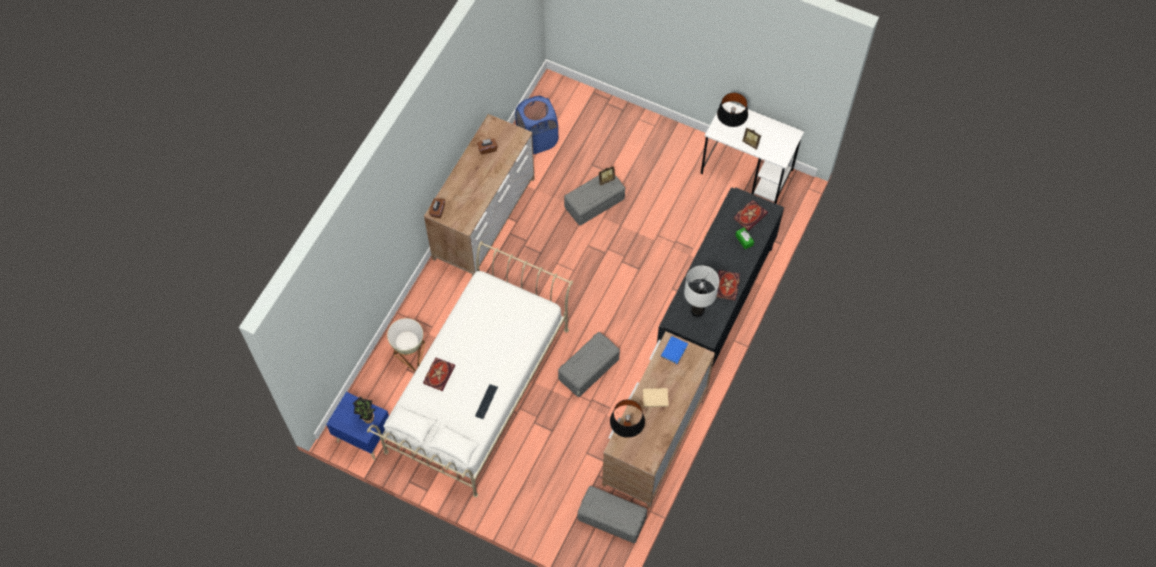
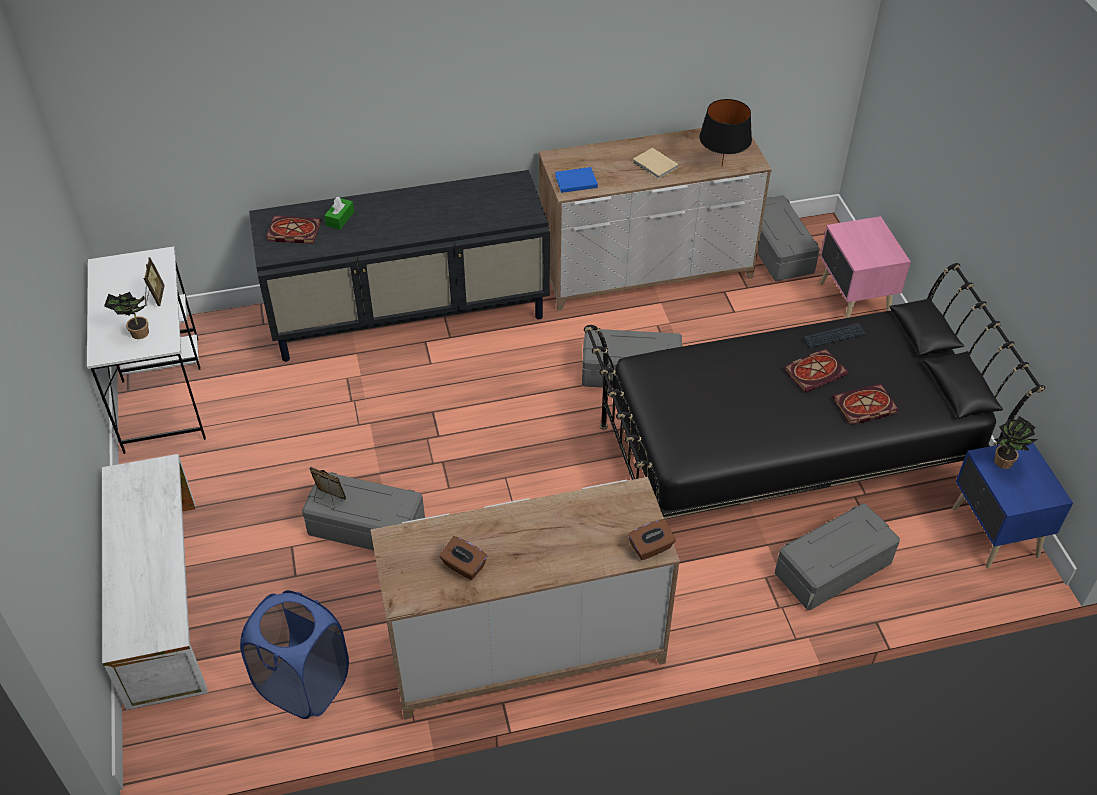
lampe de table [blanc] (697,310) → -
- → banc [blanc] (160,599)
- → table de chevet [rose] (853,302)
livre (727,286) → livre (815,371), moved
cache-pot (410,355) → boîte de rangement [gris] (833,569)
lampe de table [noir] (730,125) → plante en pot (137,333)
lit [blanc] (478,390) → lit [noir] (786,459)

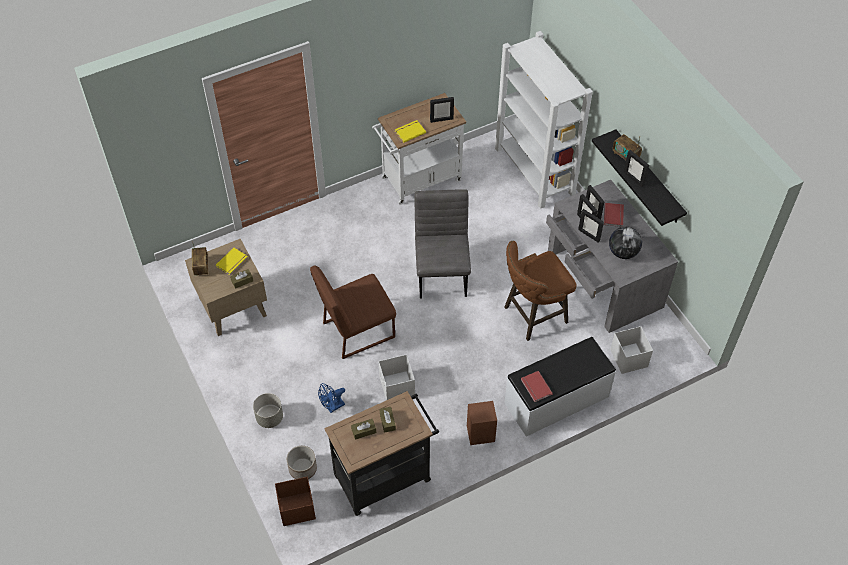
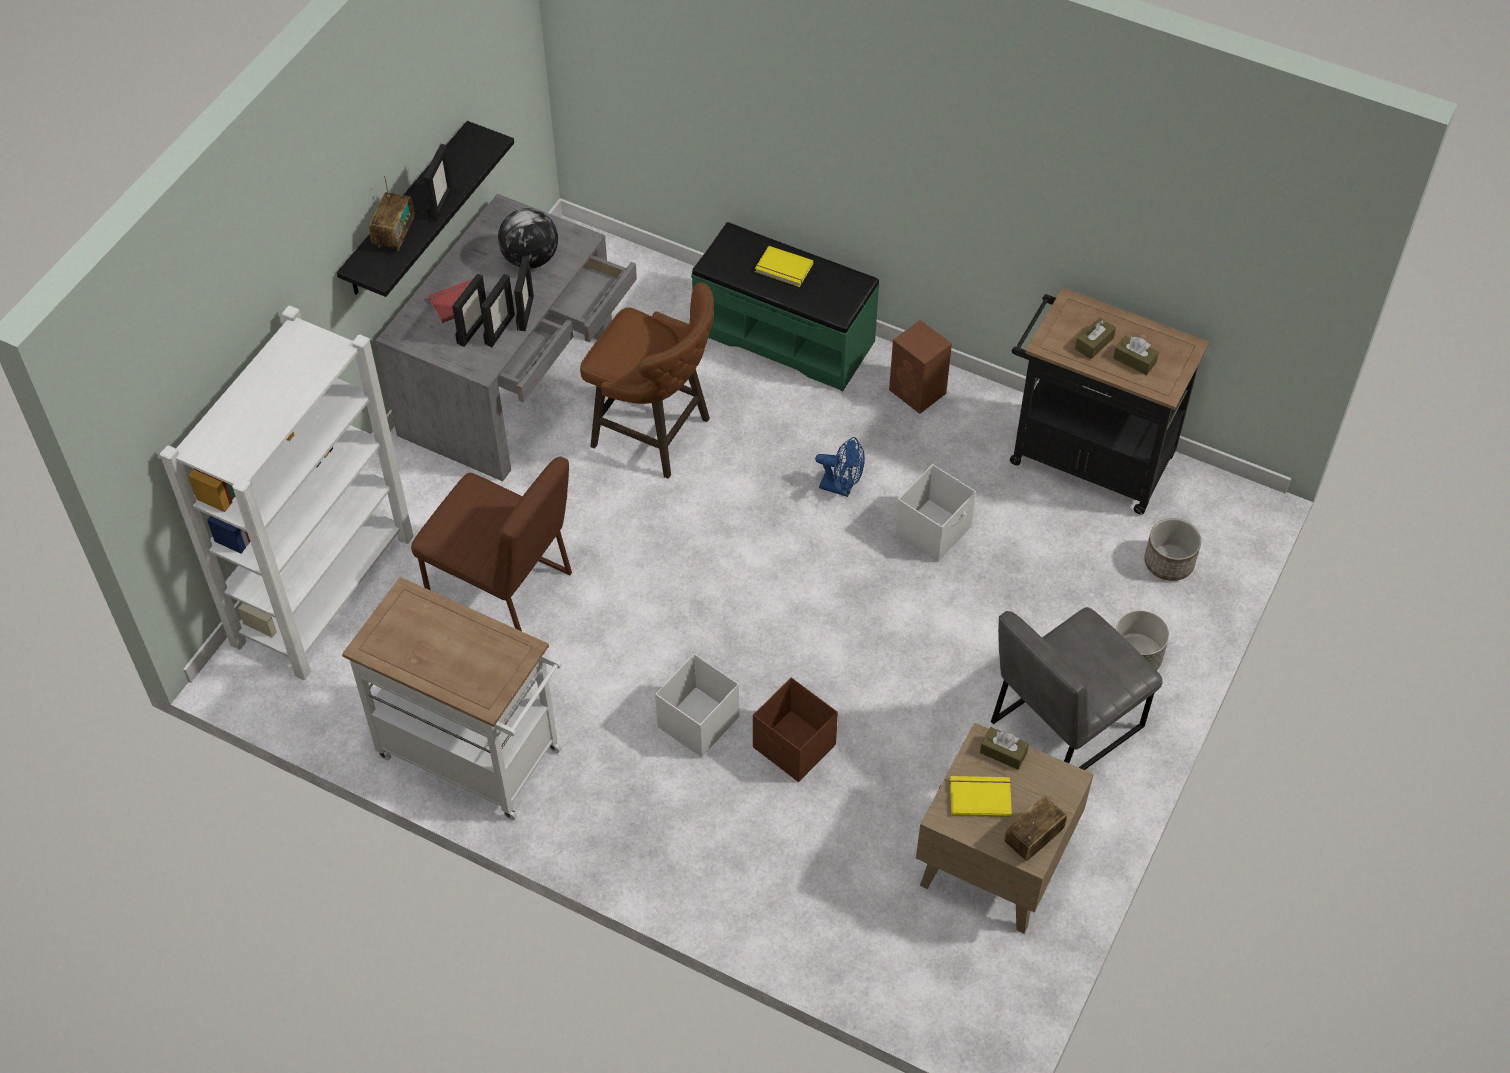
cadre photo (441,119) → -
livre [rouge] (535,387) → -
boîte de rangement [marron] (296,508) → boîte de rangement [marron] (794,747), moved
chaise [marron] (356,330) → chaise [marron] (502,587), moved
ventilateur [bleu] (332,407) → ventilateur [bleu] (841,487), moved
livre [jaune] (409,131) → livre [jaune] (783,269), moved
chaise [gris] (442,273) → chaise [gris] (1063,725), moved
boîte de rangement [blanc] (629,358) → boîte de rangement [blanc] (697,722), moved
banc [blanc] (557,400) → banc [vert] (785,336)

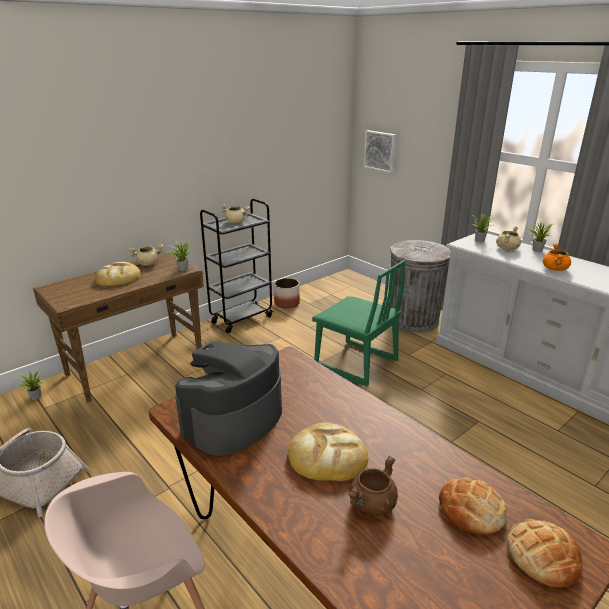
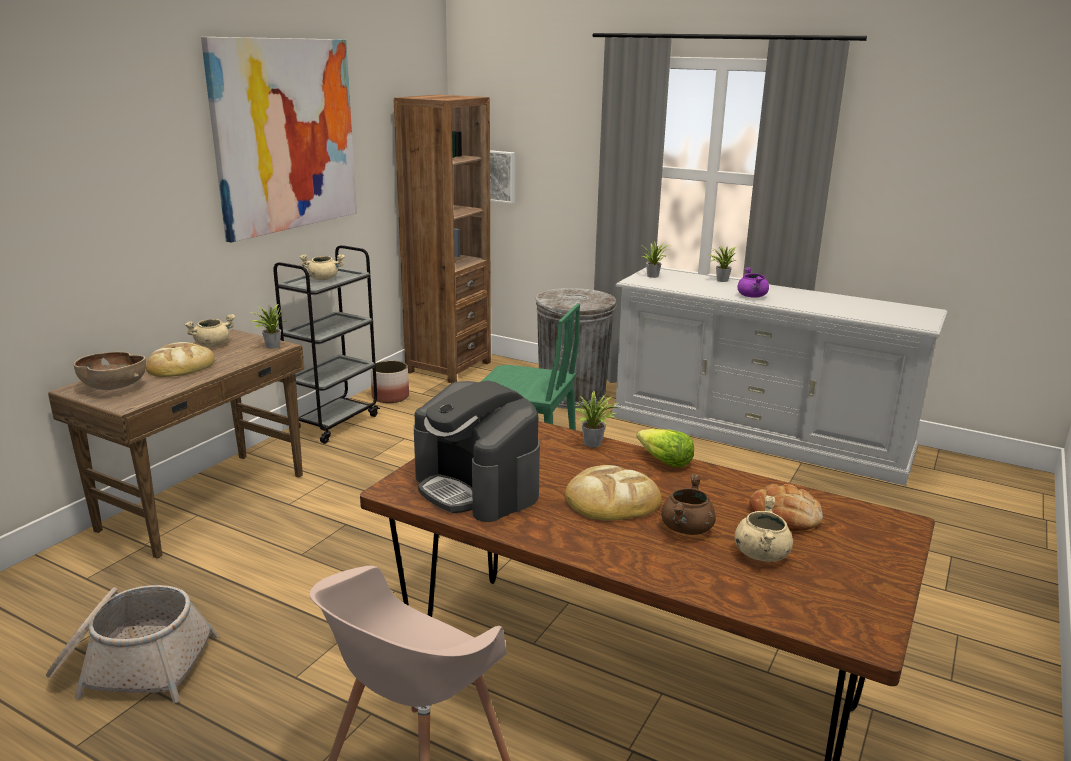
pain (543,556) → -
- → bol [marron] (113,387)
- → tableau (285,135)
- → bibliothèque [marron] (448,367)
- → laitue (664,461)
plante en pot (36,397) → plante en pot (594,444), moved
marmite [beige] (507,248) → marmite [beige] (761,553), moved
marmite [orange] (555,269) → marmite [violet] (752,296)
machine à café (233,420) → machine à café (477,487), 60 degrees counterclockwise

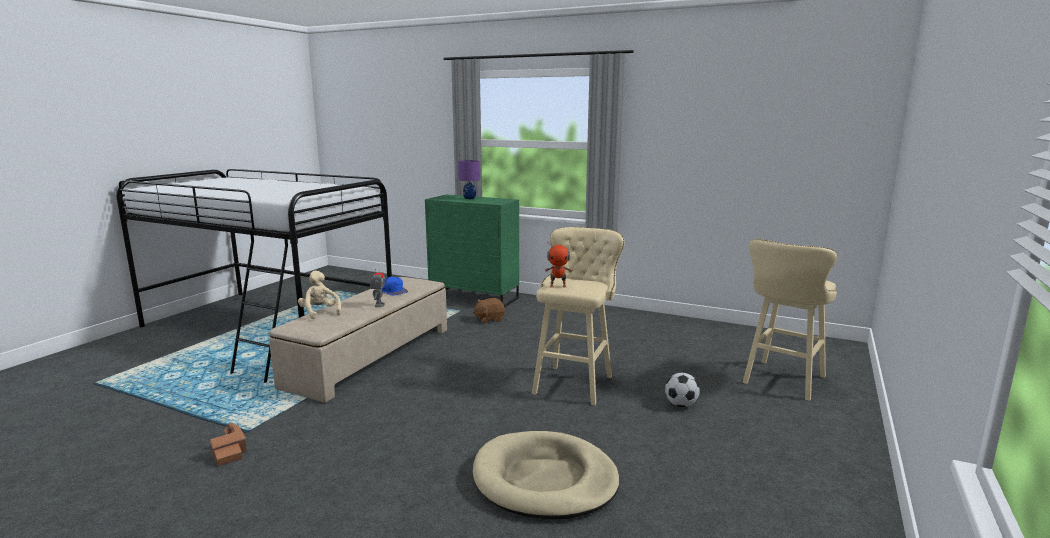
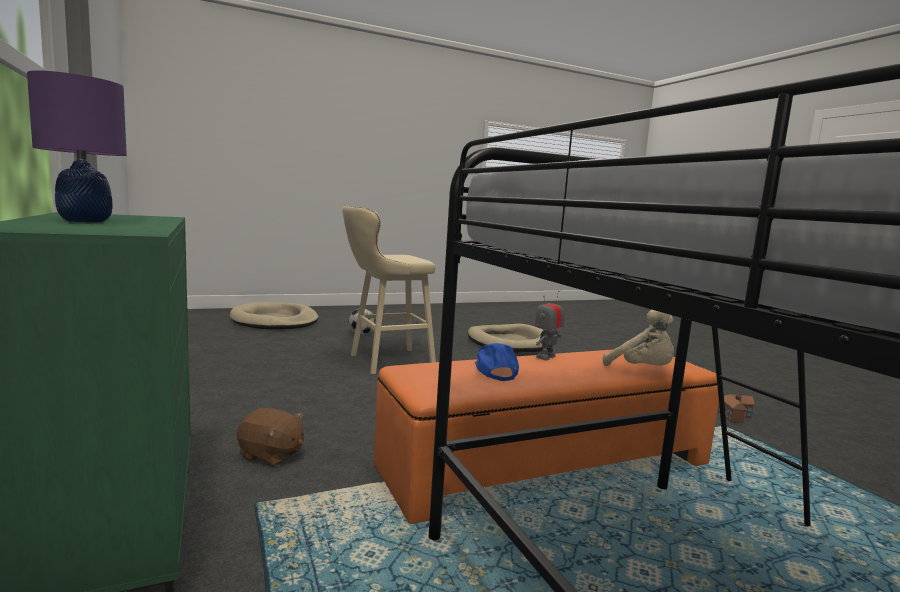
robot jouet (558,286) → -
tabouret [beige] (781,383) → panier pour chien [beige] (274,321)
banc [beige] (371,356) → banc [orange] (547,465)
peluche [beige] (320,312) → peluche [beige] (643,370), 45 degrees counterclockwise

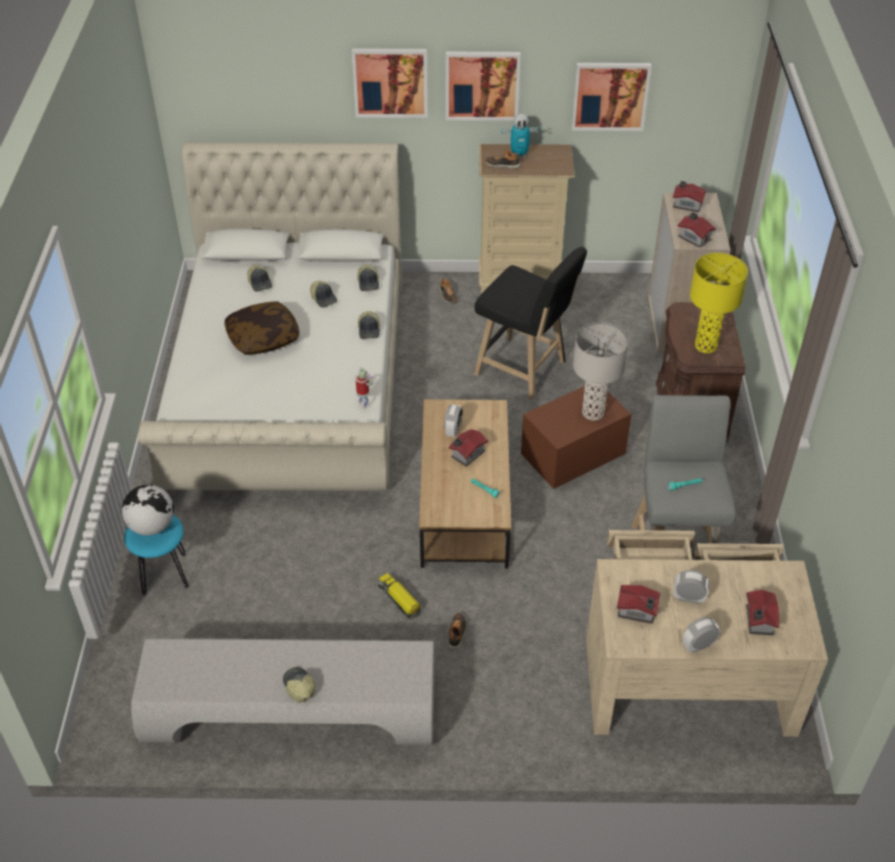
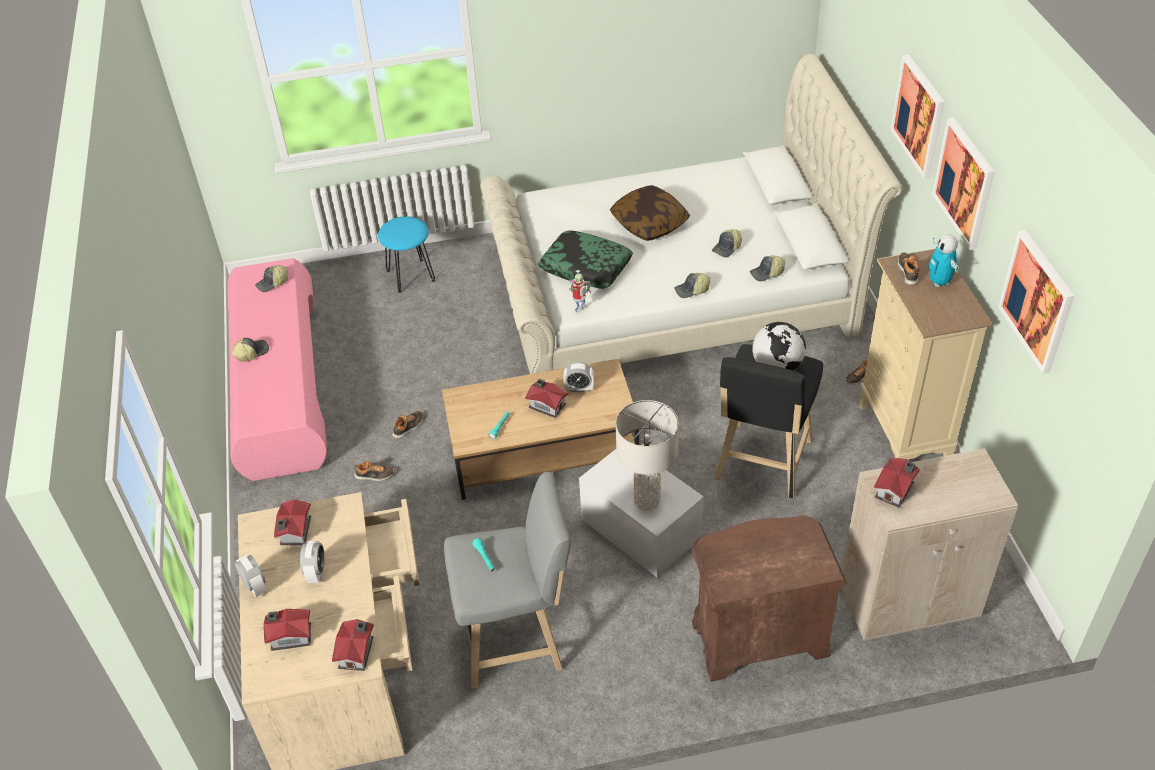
lampe de table [jaune] (705,346) → -
- → coussin (585,267)
globe (152,526) → globe (777,367), moved
casquette (260,283) → casquette (272,283), moved
maison miniature (687,204) → maison miniature (357,652), moved
camion jouet (399,599) → chaussure (408,427)
banc [gris] (291,711) → banc [rose] (280,385)
boîte de rangement [marron] (573,453) → boîte de rangement [blanc] (641,528)

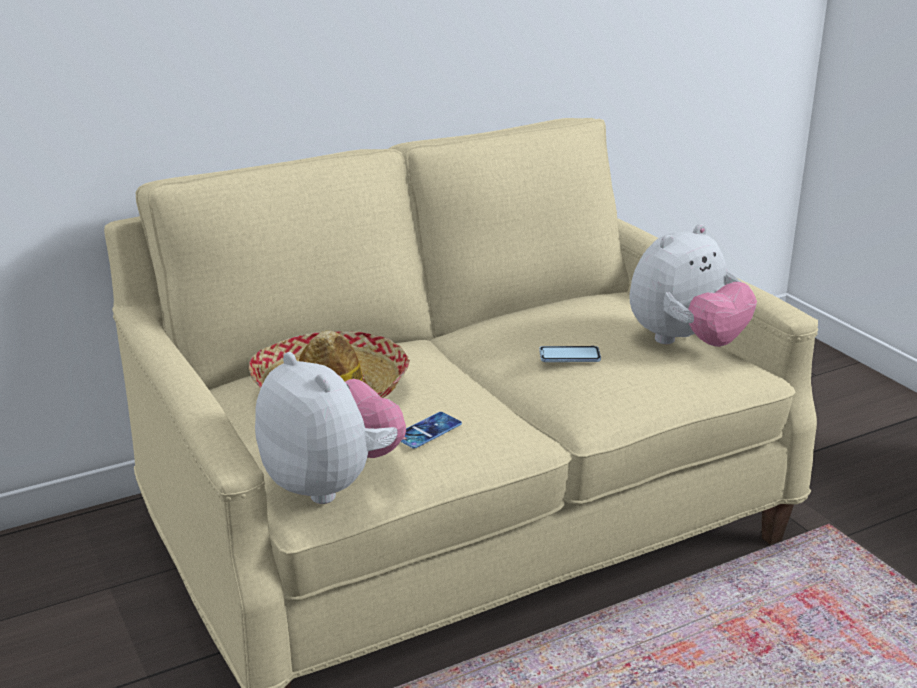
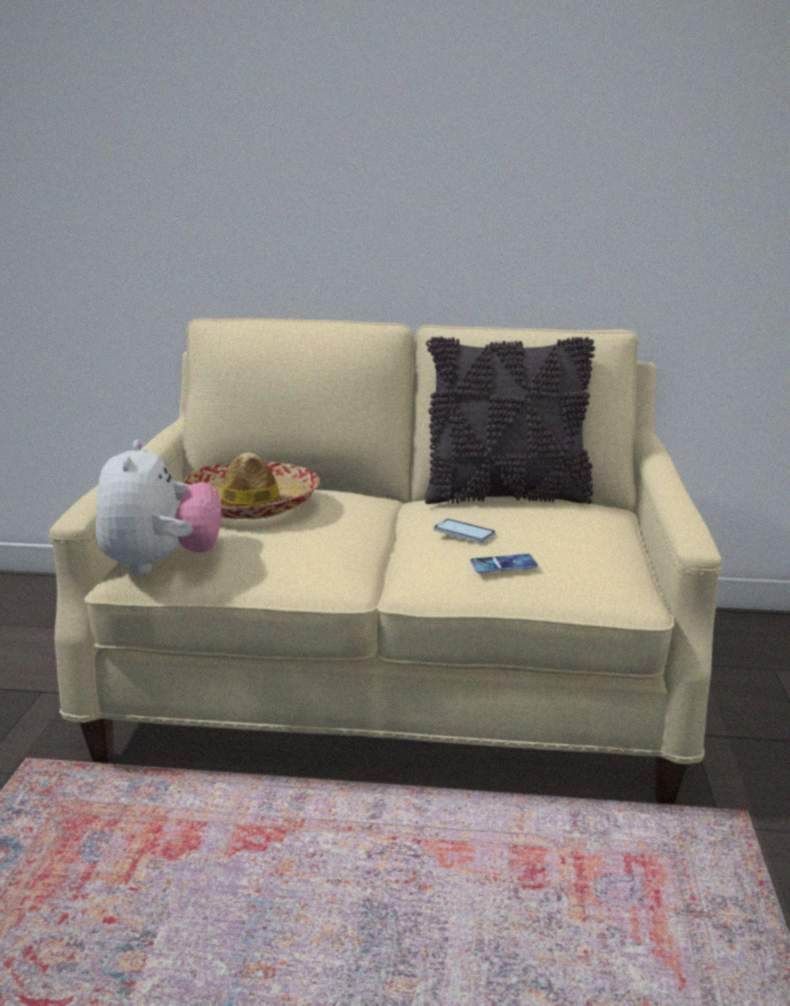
peluche (686,342) → -
- → coussin [noir] (506,496)
téléphone (427,431) → téléphone (503,564), moved

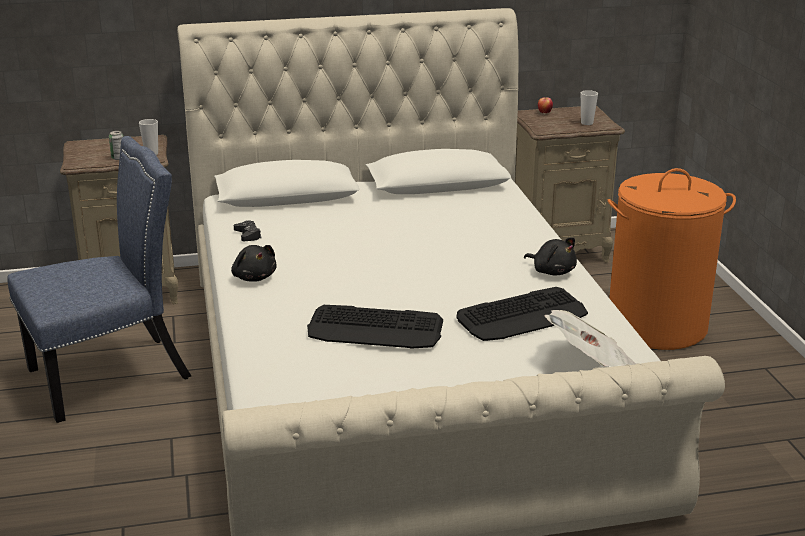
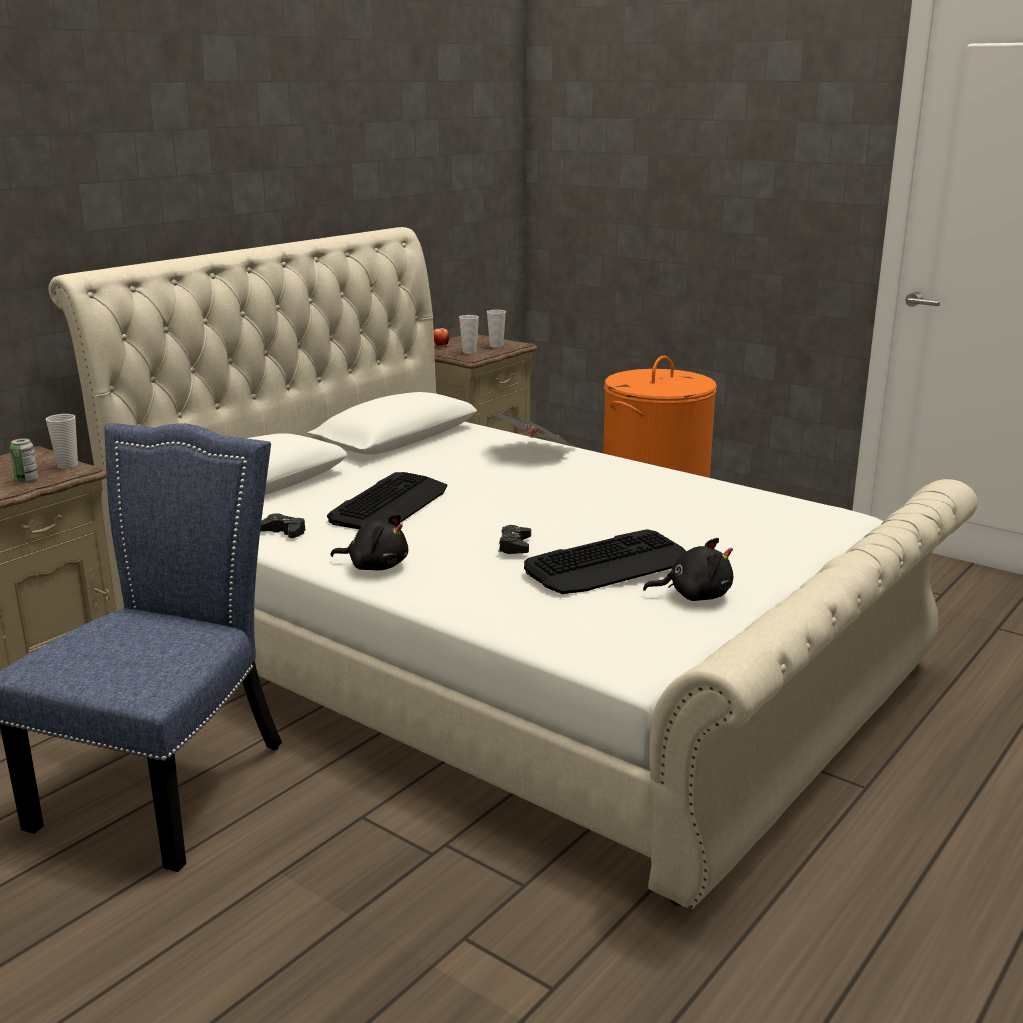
- → tasse (469,352)
- → manette [noir] (514,546)
clavier (522,316) → clavier (390,504), moved
peluche [noir] (552,271) → peluche [noir] (694,595), moved
journal (591,363) → journal (536,453), moved

